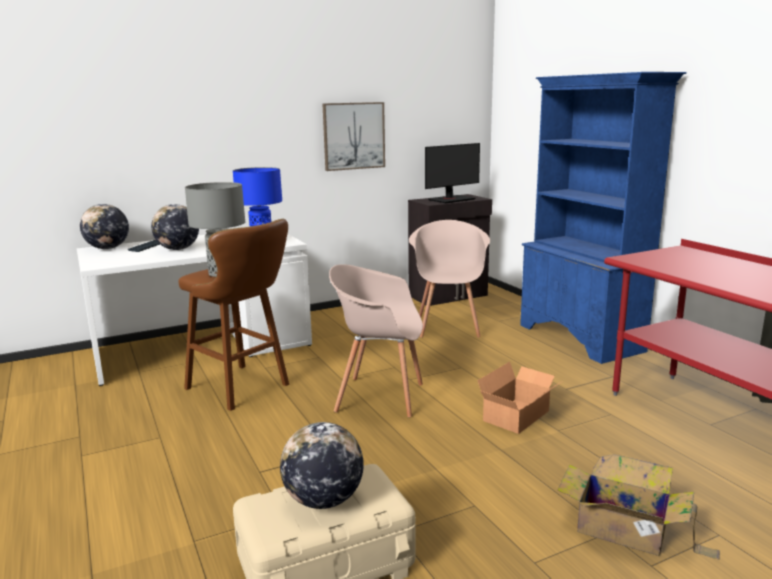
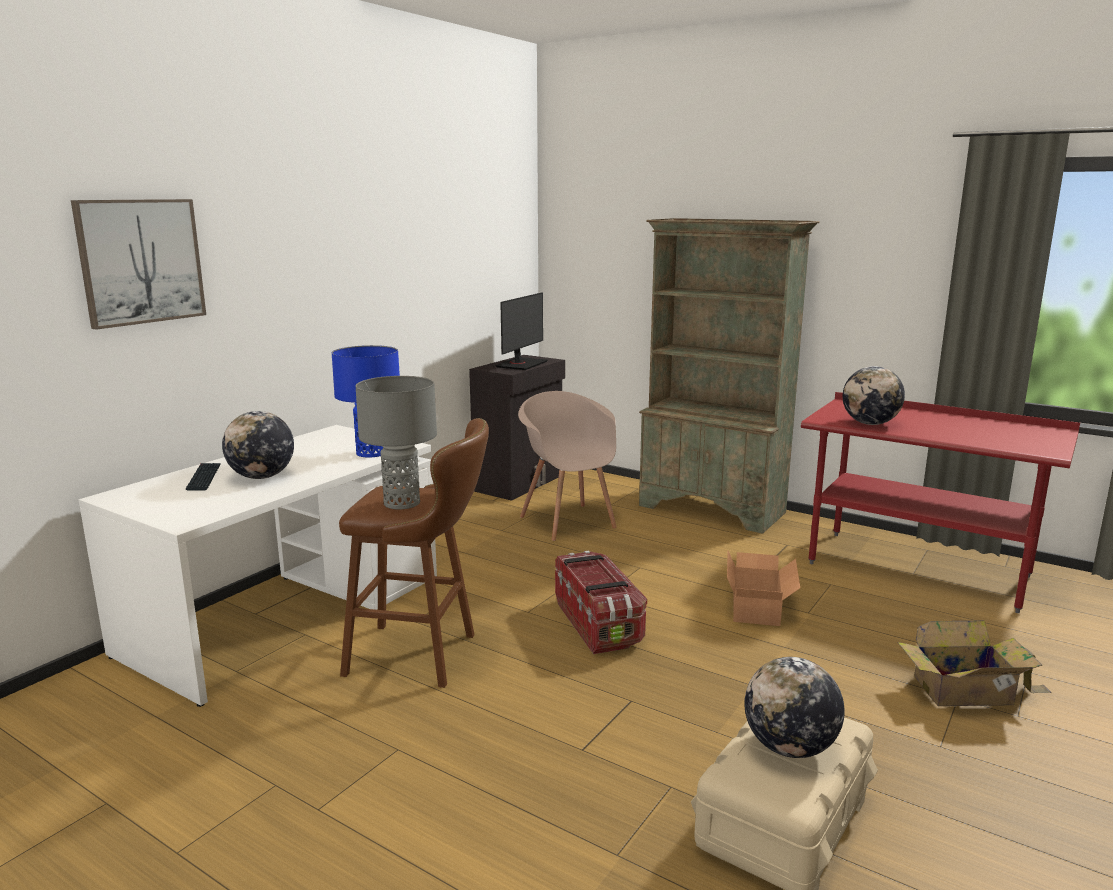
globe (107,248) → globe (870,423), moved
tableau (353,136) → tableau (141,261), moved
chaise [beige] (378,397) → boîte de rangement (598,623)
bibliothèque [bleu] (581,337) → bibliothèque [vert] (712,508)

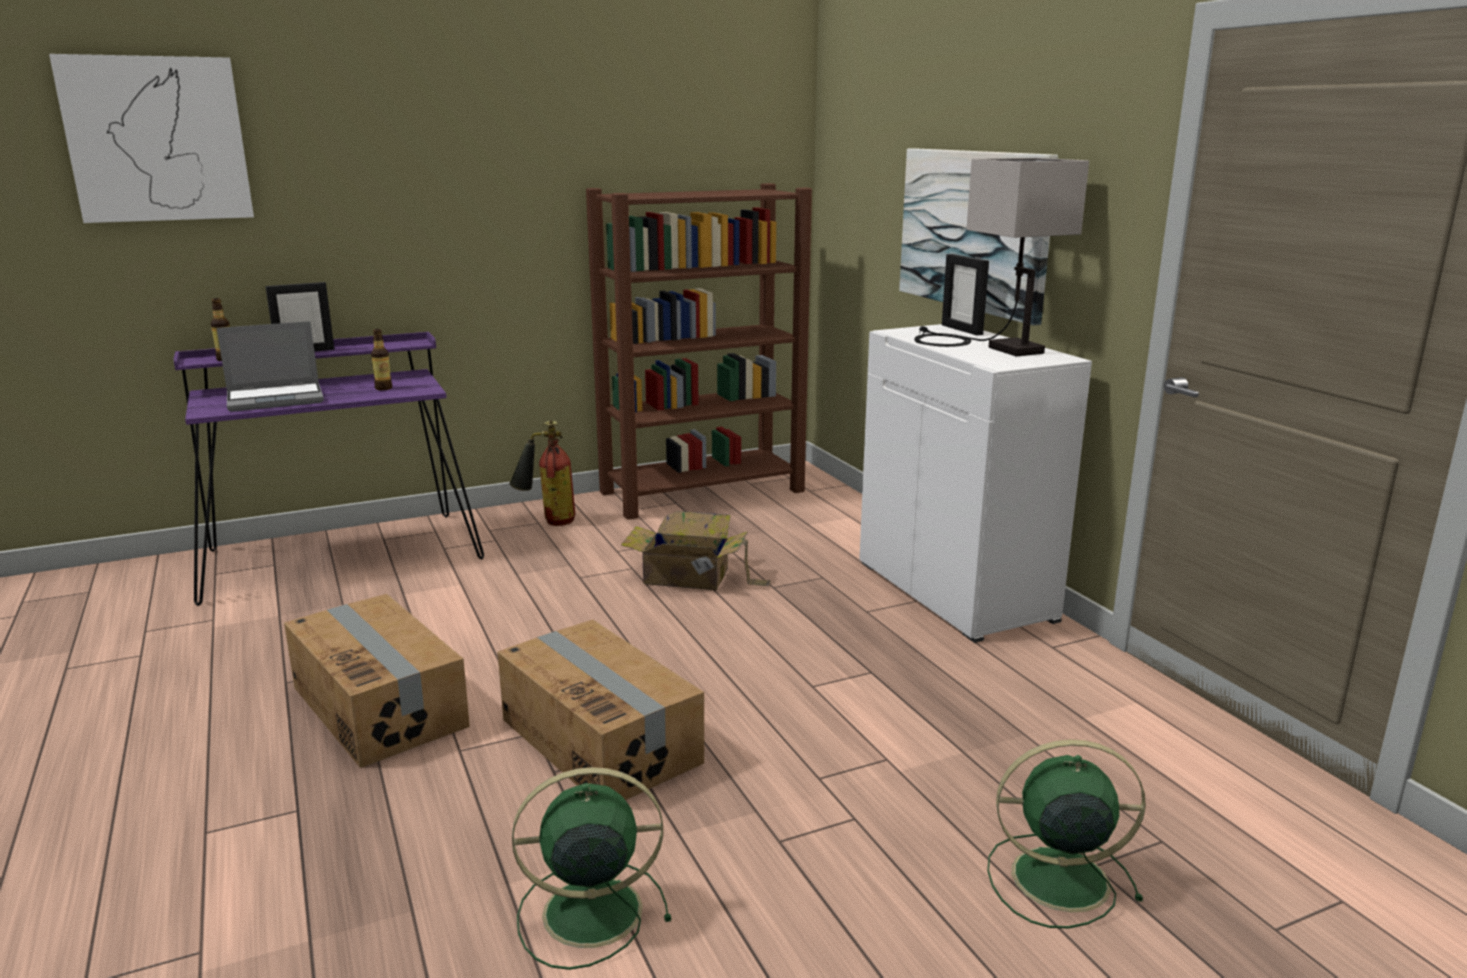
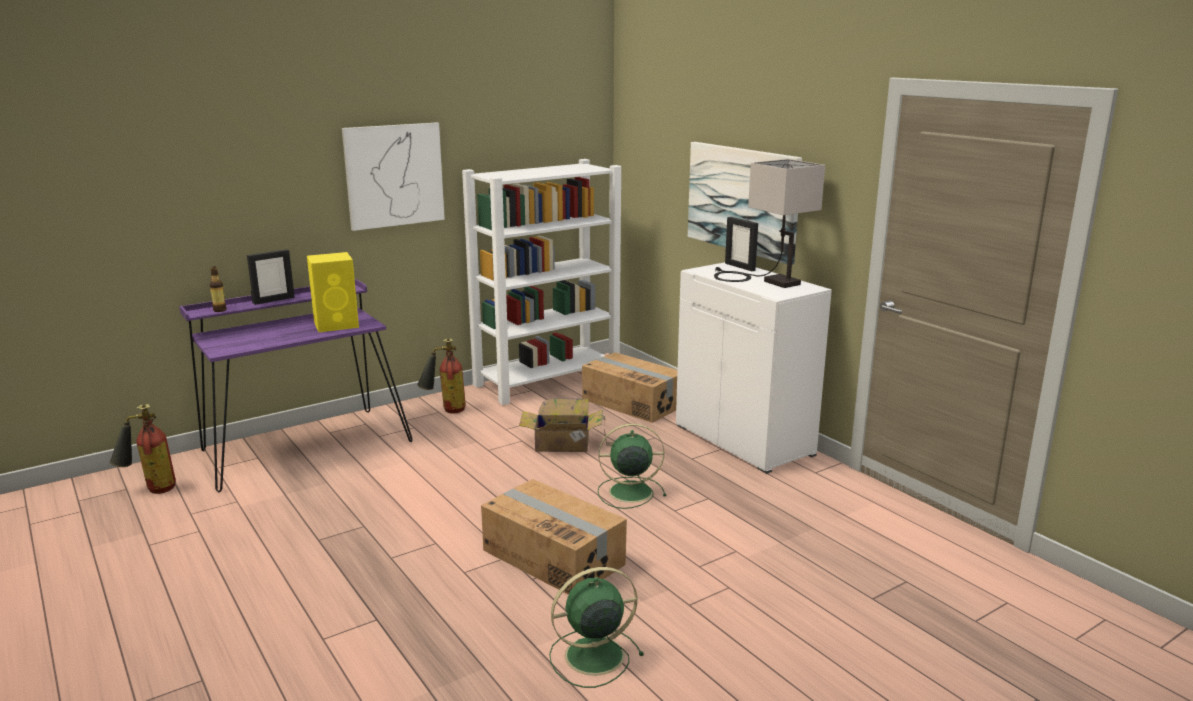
ordinateur portable (277,399) → -
- → extincteur (150,490)
tableau (157,139) → tableau (394,175), moved
carton (380,706) → carton (633,402), moved
ventilateur [vert] (1055,878) → ventilateur [vert] (628,492), moved
bouteille (383,388) → enceinte [jaune] (337,324)
bibliothèque [marron] (702,491) → bibliothèque [blanc] (547,380)

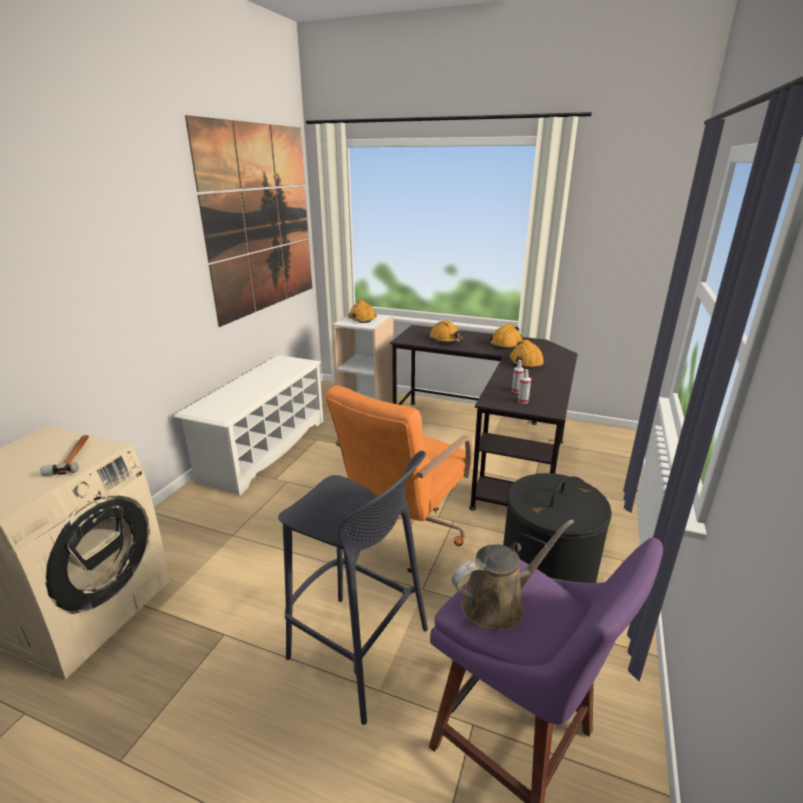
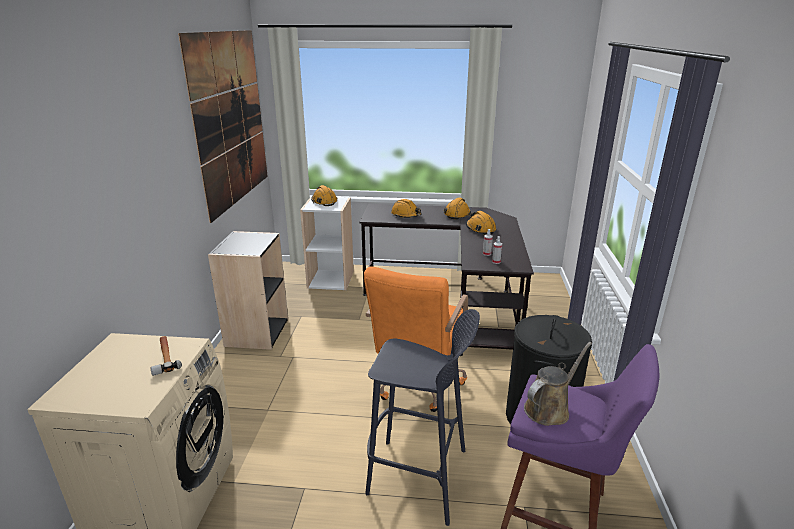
étagère à chaussures [blanc] (265,449) → bibliothèque [noir] (256,331)

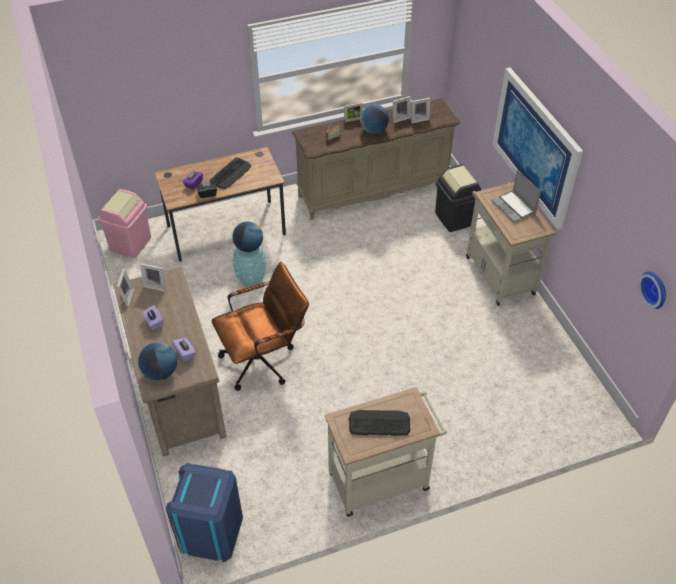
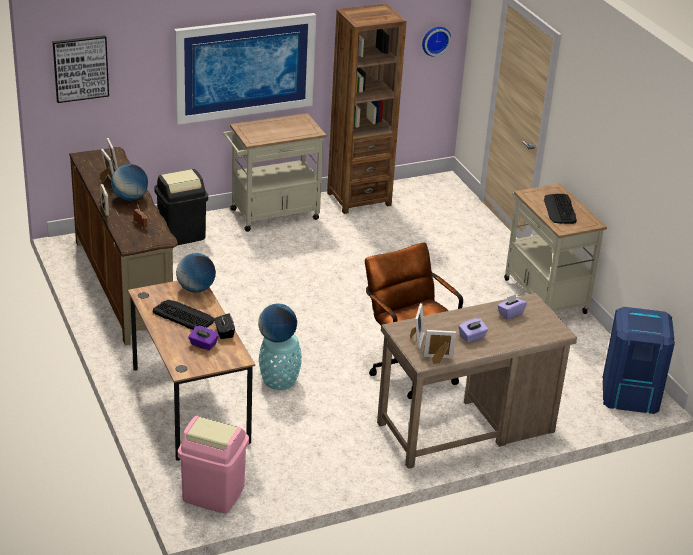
ordinateur portable (514,207) → -
- → tableau (80,68)
- → bibliothèque [marron] (359,199)
globe (160,372) → globe (196,289), moved

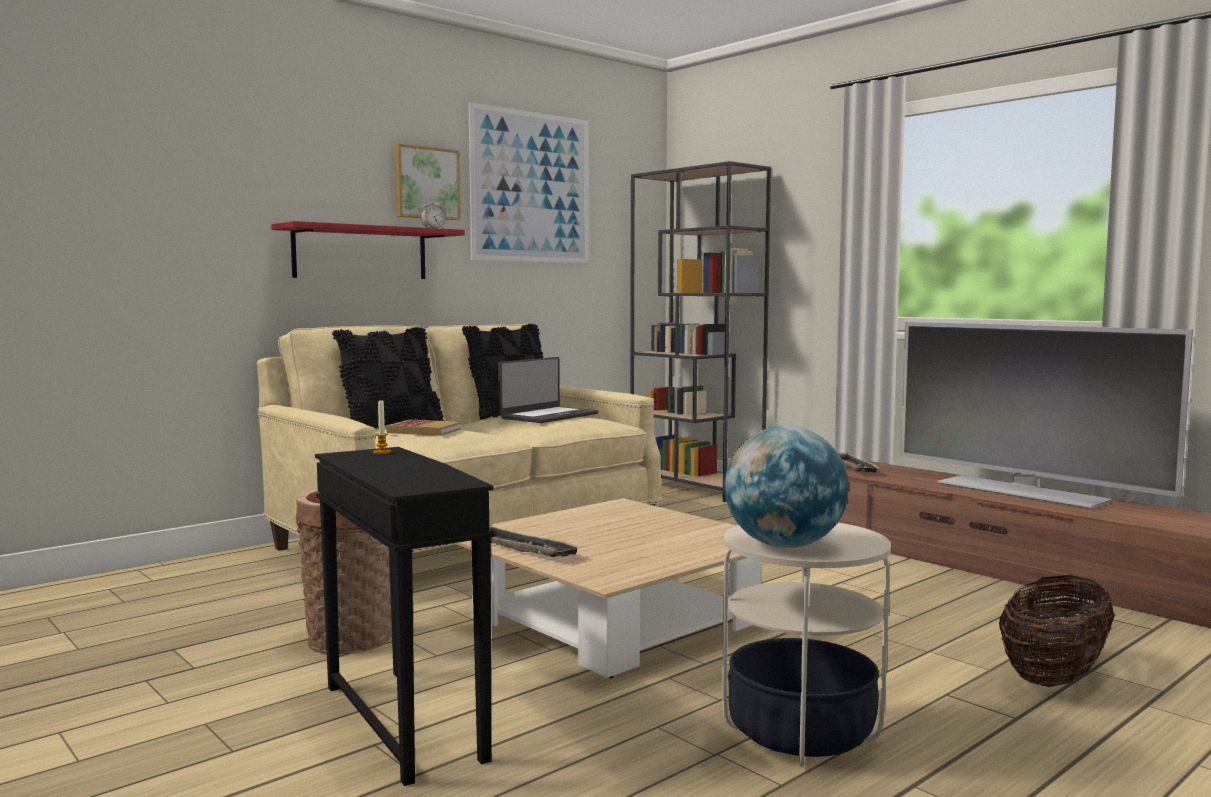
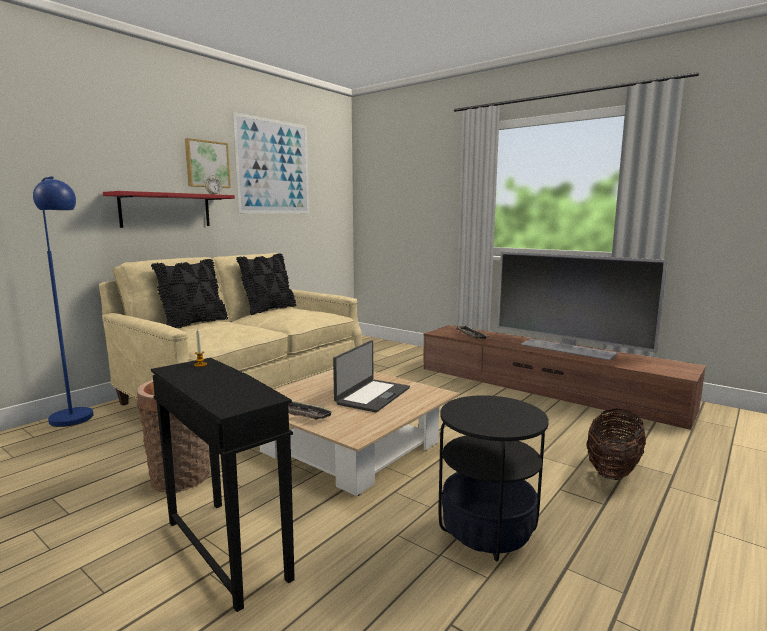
livre (424,431) → -
bibliothèque (696,487) → -
globe (784,545) → -
- → lampadaire [bleu] (76,422)
ordinateur portable (548,416) → ordinateur portable (372,395), moved
table d'appoint [beige] (801,736) → table d'appoint [noir] (487,533)

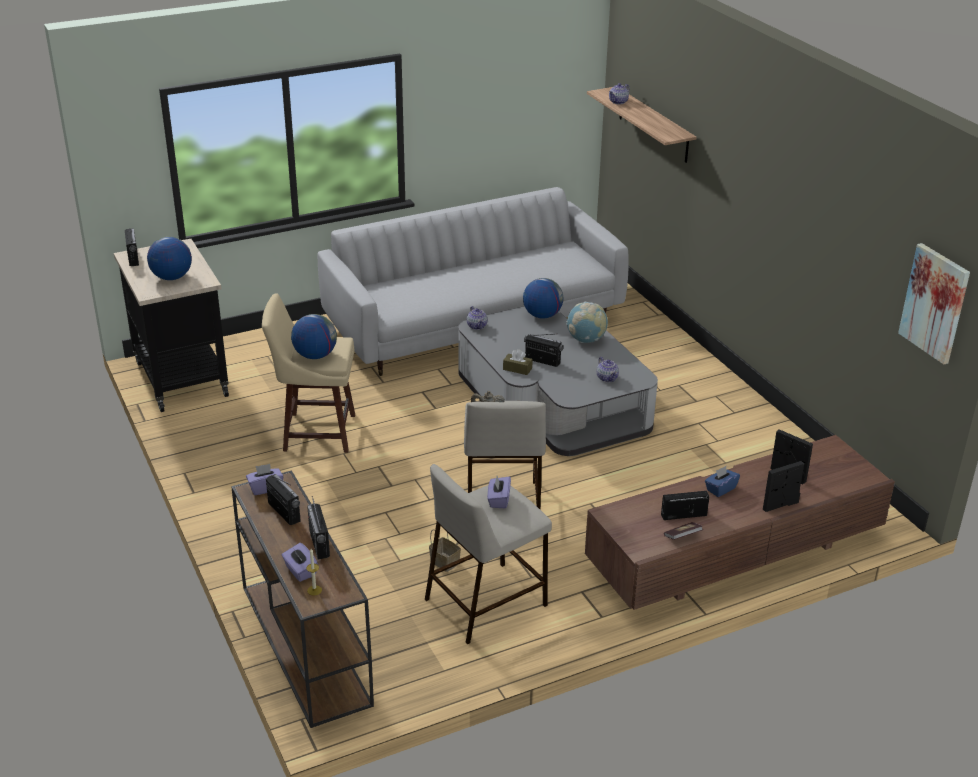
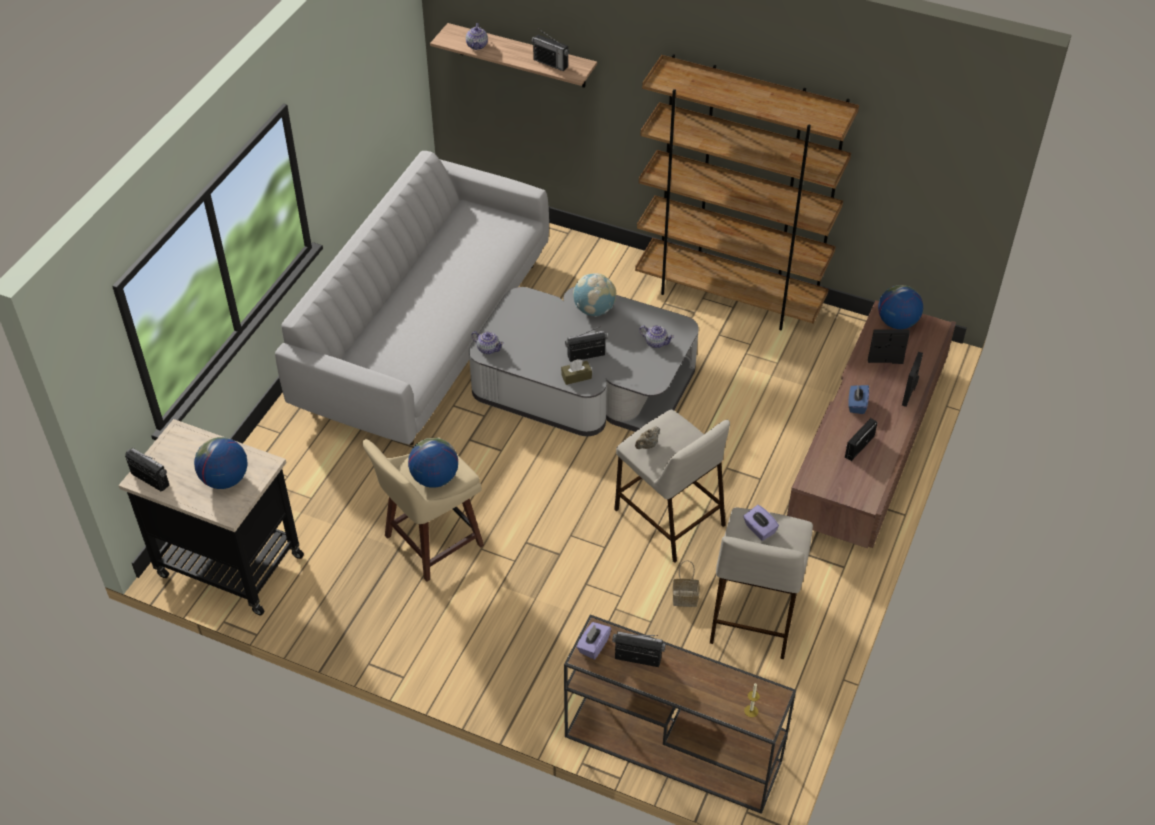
boîte à mouchoirs [violet] (300,571) → -
livre (682,537) → -
tableau (935,303) → -
- → bibliothèque [marron] (730,295)
radio (319,544) → radio (551,63), moved
globe (542,315) → globe (897,322), moved

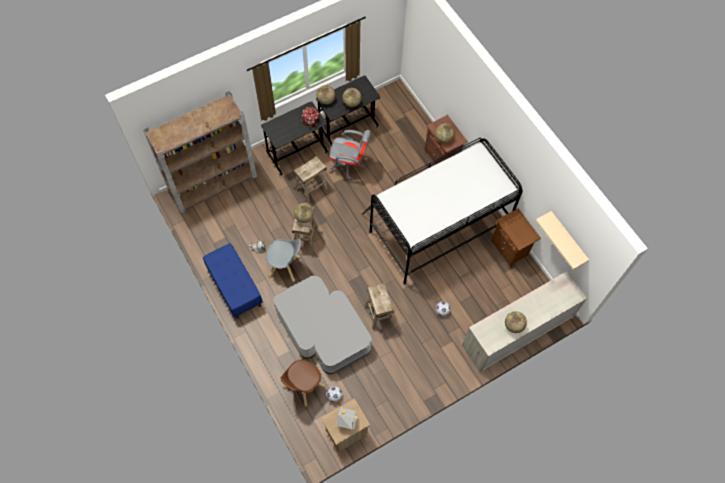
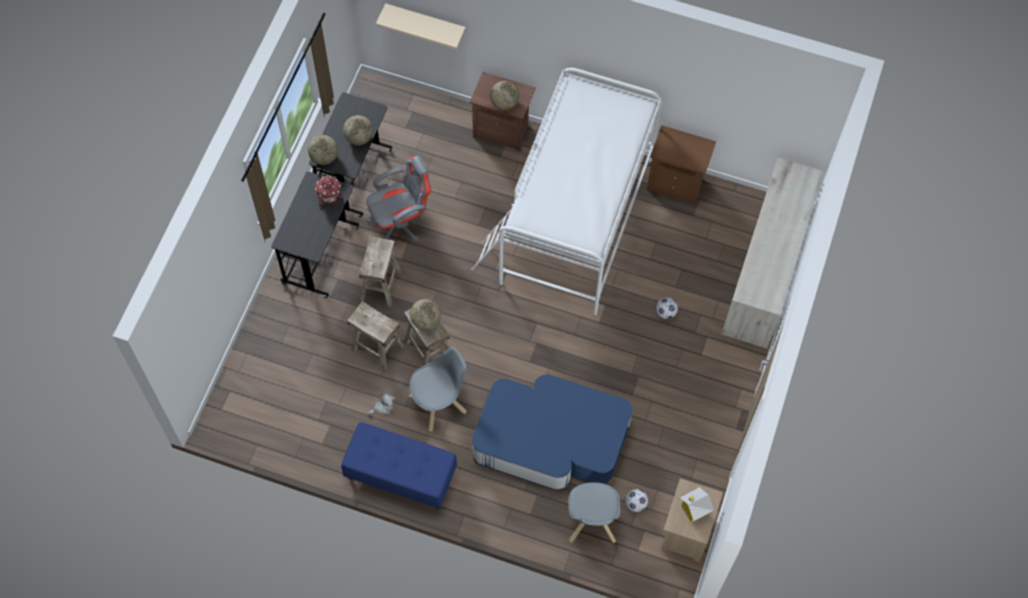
bibliothèque [marron] (213,184) → -
globe (513,325) → -
tabouret [beige] (378,314) → tabouret [beige] (377,348), moved
étagère [beige] (568,238) → étagère [beige] (425,22), moved
table basse [gris] (322,328) → table basse [bleu] (550,439)
chaise [marron] (303,387) → chaise [gris] (591,523)
lit [noir] (436,229) → lit [blanc] (574,222)

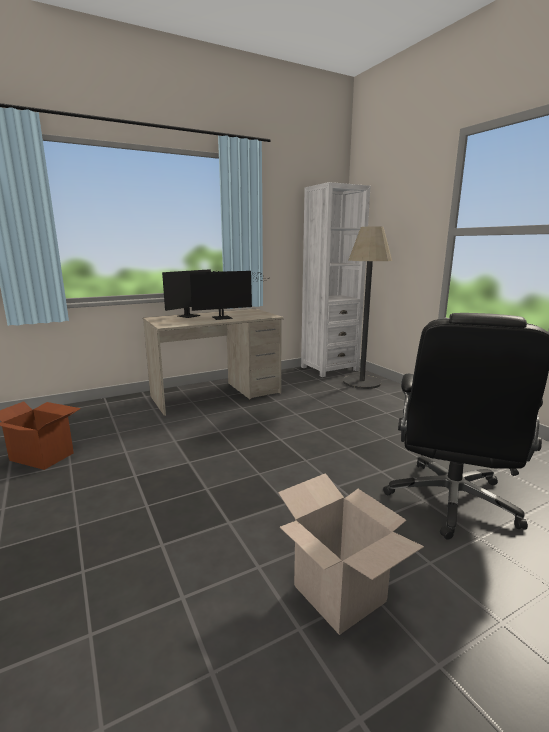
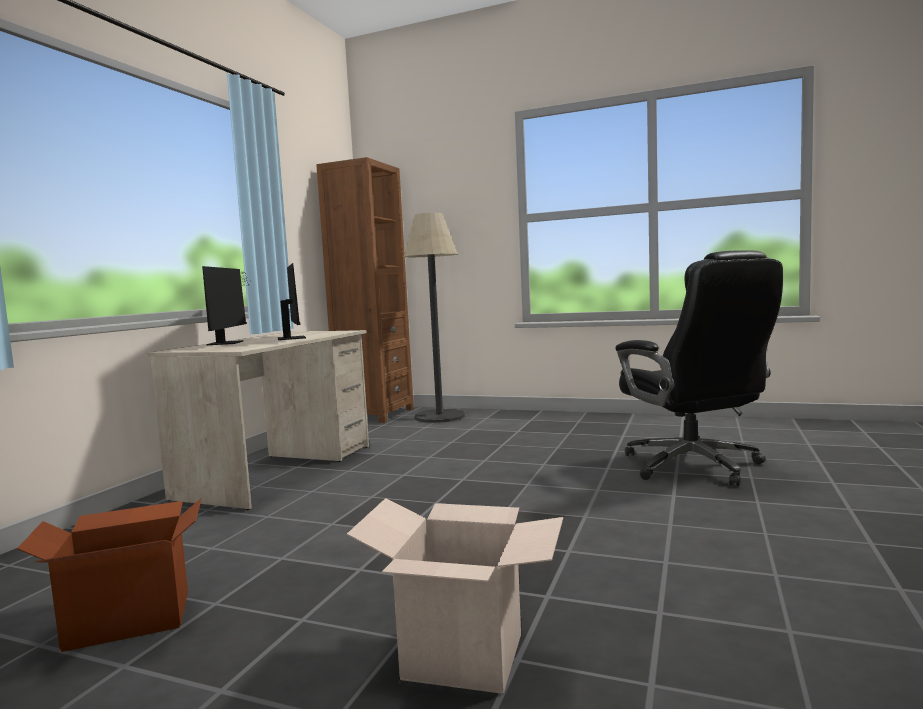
carton (339,593) → carton (464,656), moved
bibliothèque [blanc] (329,368) → bibliothèque [marron] (375,414)
écran d'ordinateur (225,317) → écran d'ordinateur (292,338), 45 degrees counterclockwise

